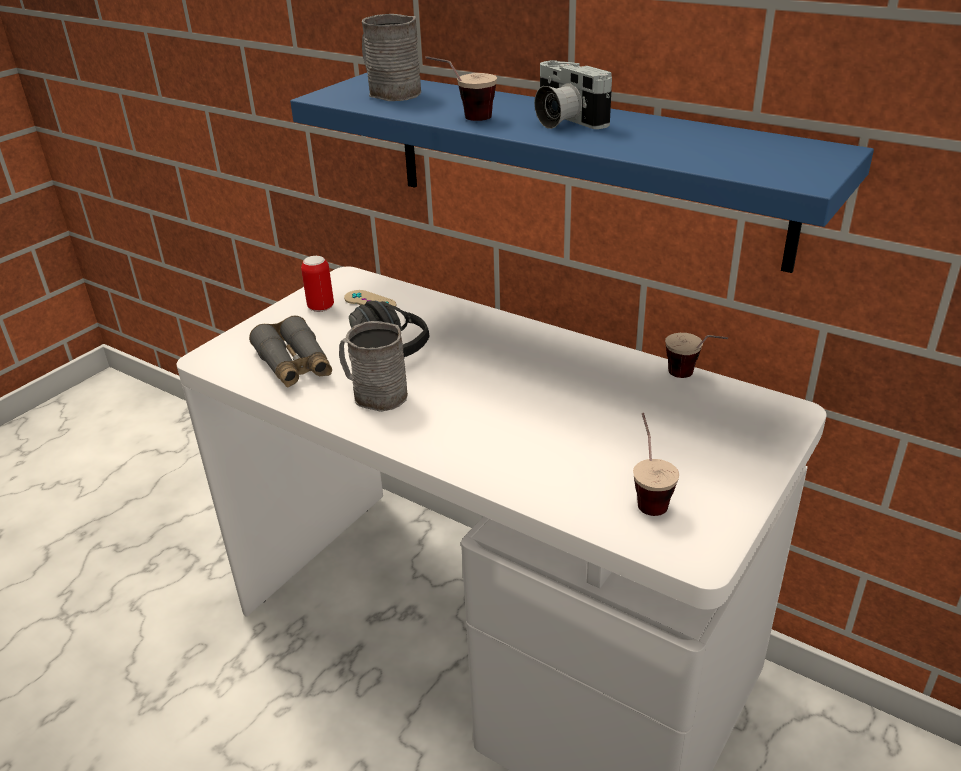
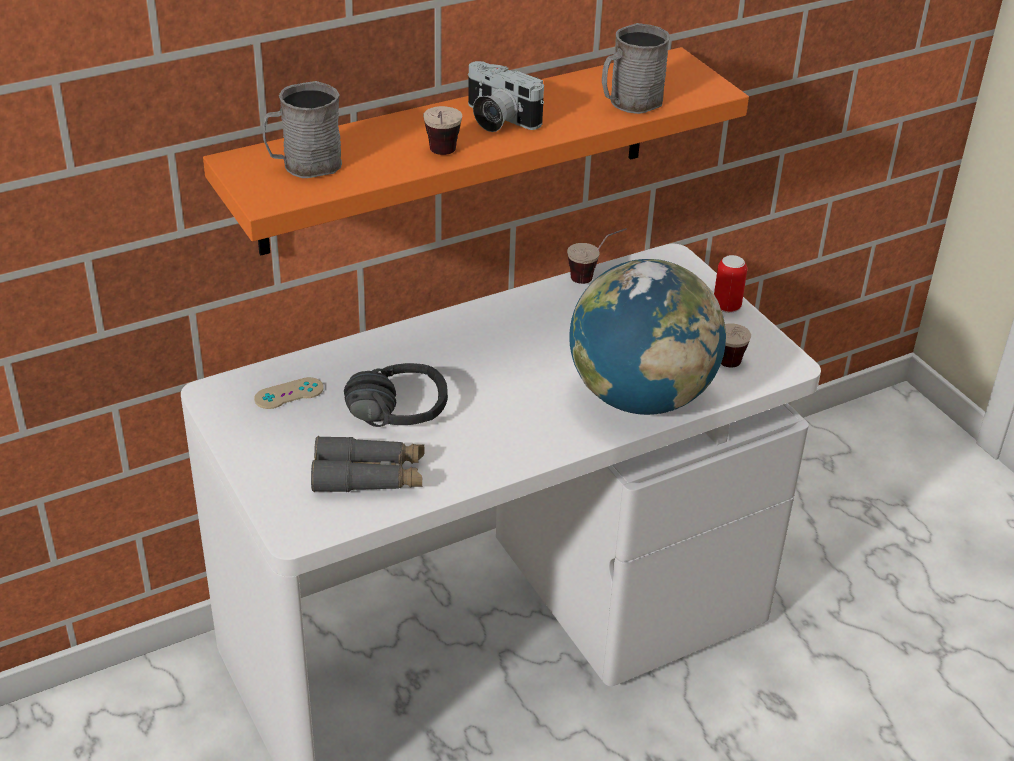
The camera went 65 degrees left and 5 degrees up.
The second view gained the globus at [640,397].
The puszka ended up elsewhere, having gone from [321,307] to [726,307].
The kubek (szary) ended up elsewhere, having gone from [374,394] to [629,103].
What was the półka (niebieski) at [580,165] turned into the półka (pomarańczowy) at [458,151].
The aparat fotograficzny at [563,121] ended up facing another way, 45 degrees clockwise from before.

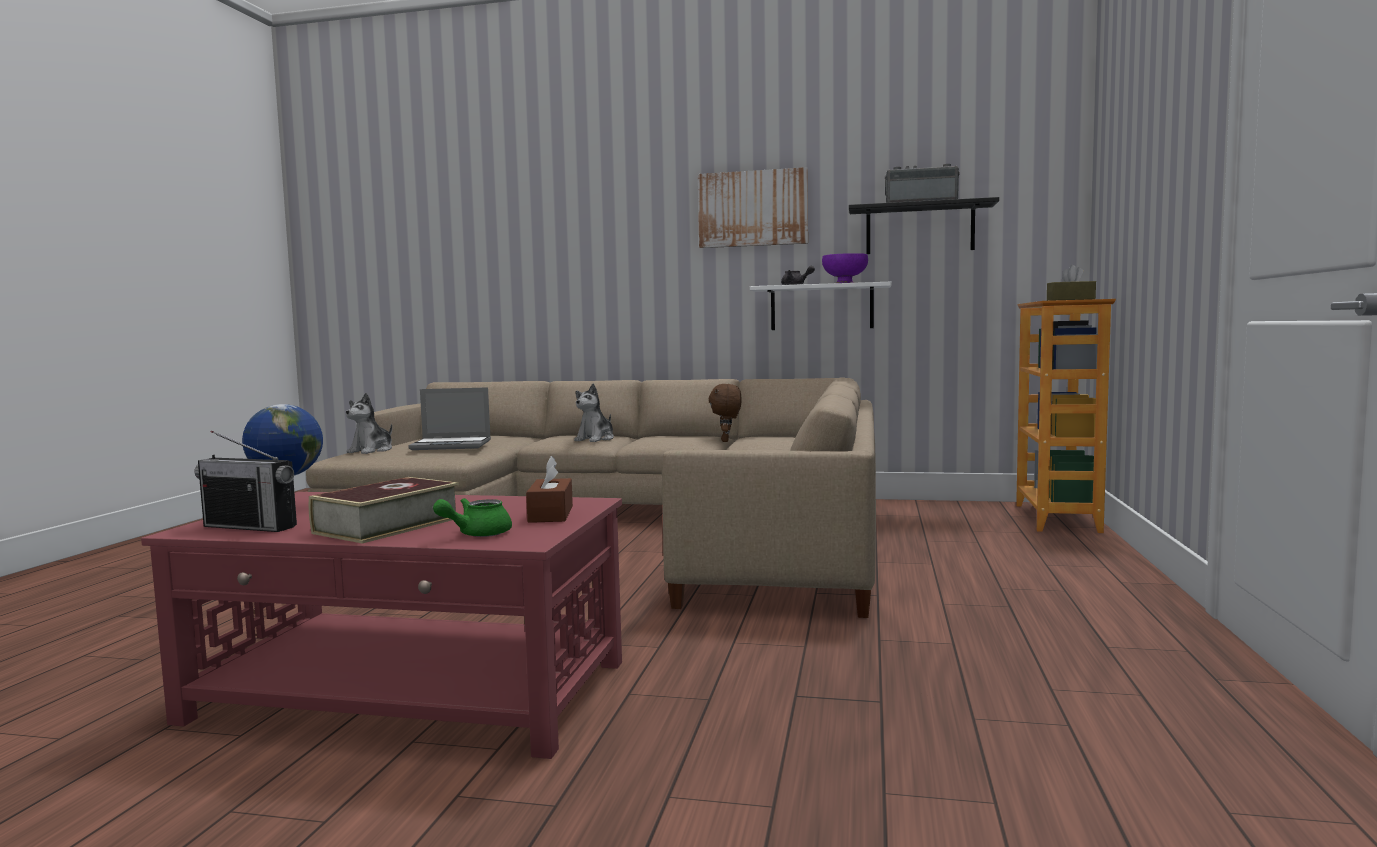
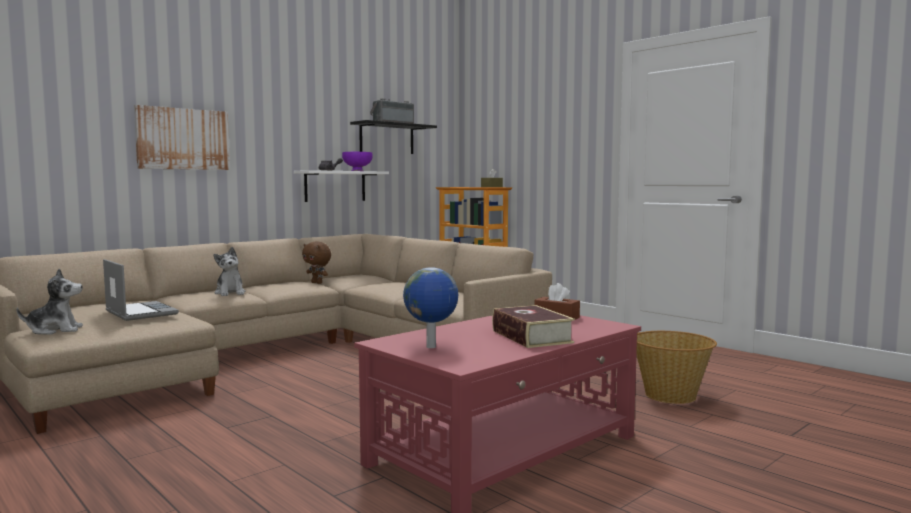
The camera went 55 degrees left and 0 degrees up.
The second view lost the radio at [250,527].
The second view lost the imbryk (zielony) at [477,534].
The second view gained the koszyk at [671,395].
The obraz ended up elsewhere, having gone from [753,208] to [183,139].
The pluszak at [371,451] ended up facing another way, 75 degrees counterclockwise from before.
The laptop at [452,445] ended up facing another way, 75 degrees counterclockwise from before.

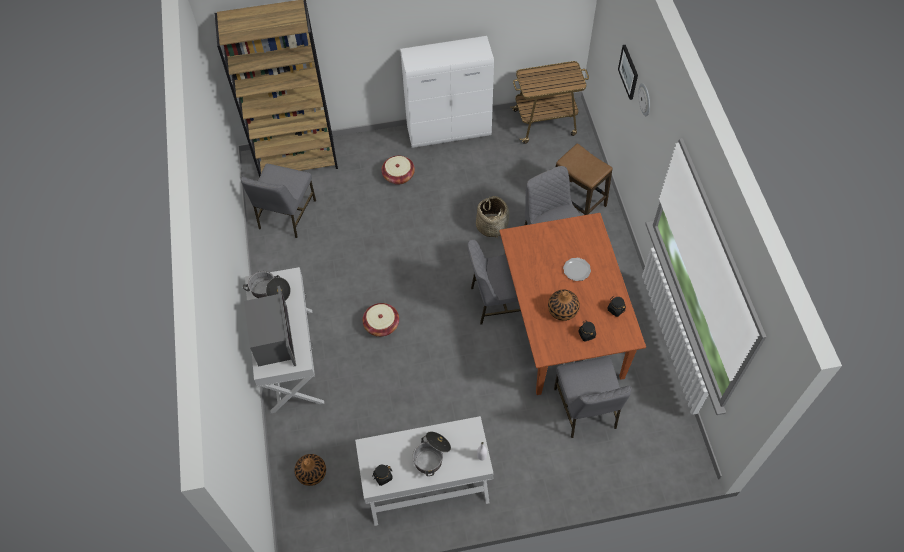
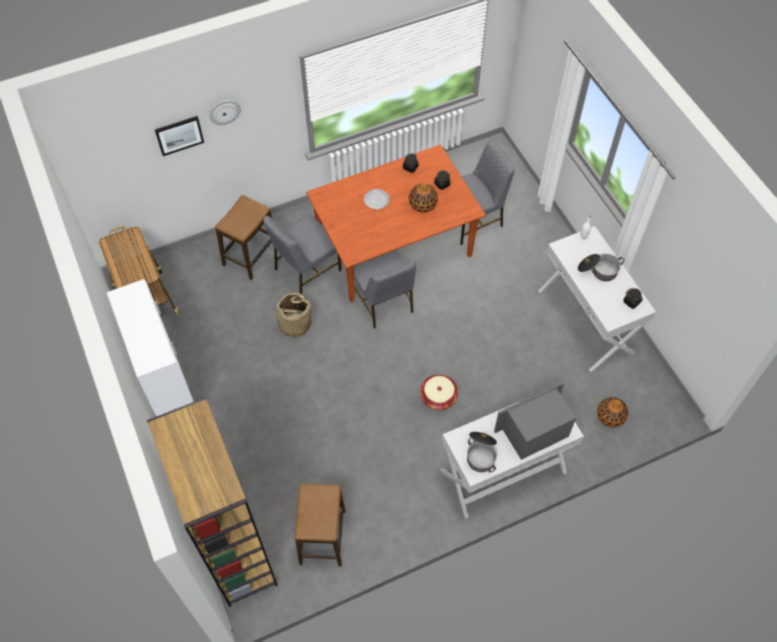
The camera went 105 degrees left and 0 degrees up.
The second view lost the koszyk at [398,175].
Where the krzesło (szary) stood at [286,215], the stołek came to stand at [322,537].

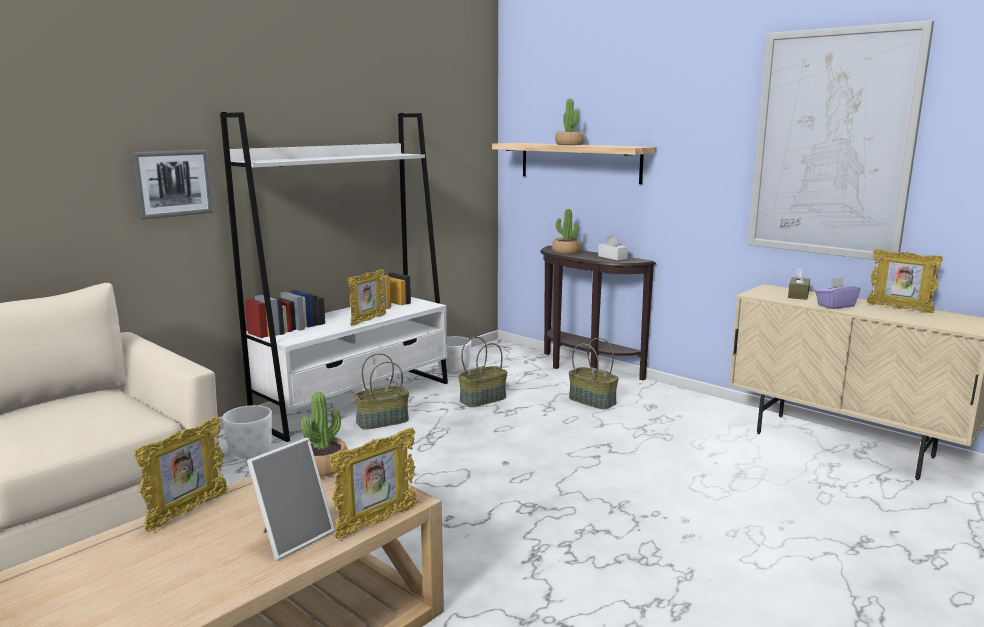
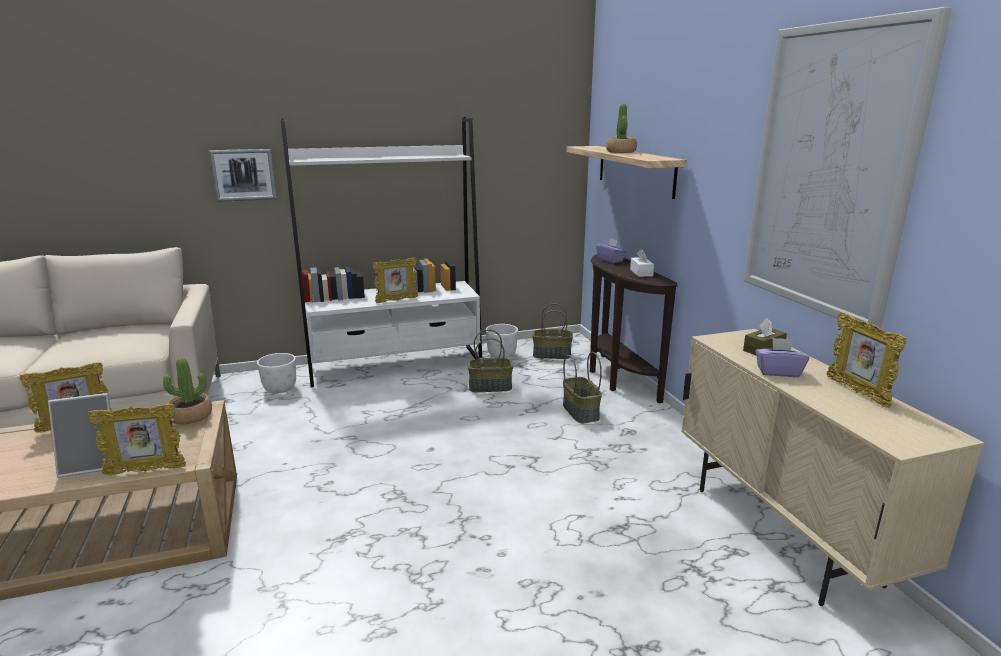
The camera went 30 degrees right and 5 degrees up.
The koszyk ended up elsewhere, having gone from [382,421] to [551,355].
Where the roślina doniczkowa stood at [566,251], the pudełko chusteczek (fioletowy) came to stand at [610,260].

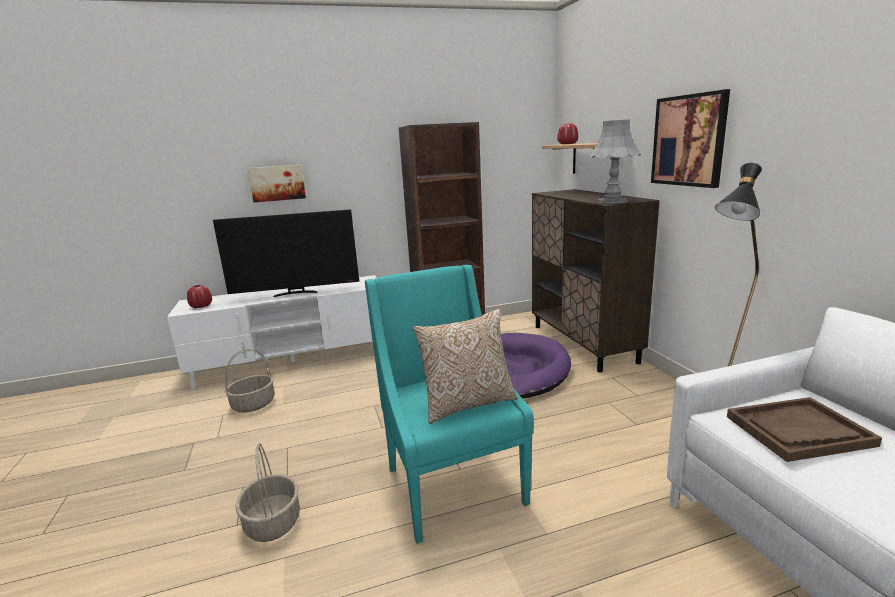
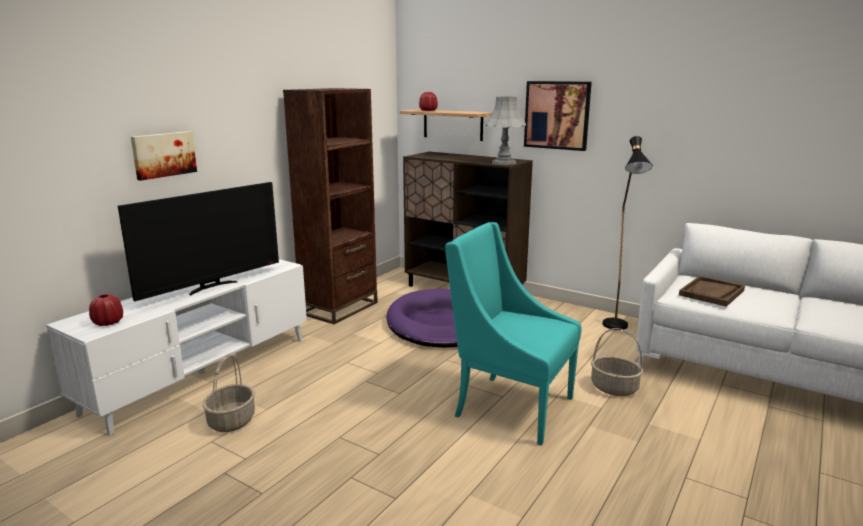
The camera went 40 degrees left and 0 degrees up.
The second view lost the poduszka at [467,403].
The koszyk ended up elsewhere, having gone from [273,523] to [615,388].

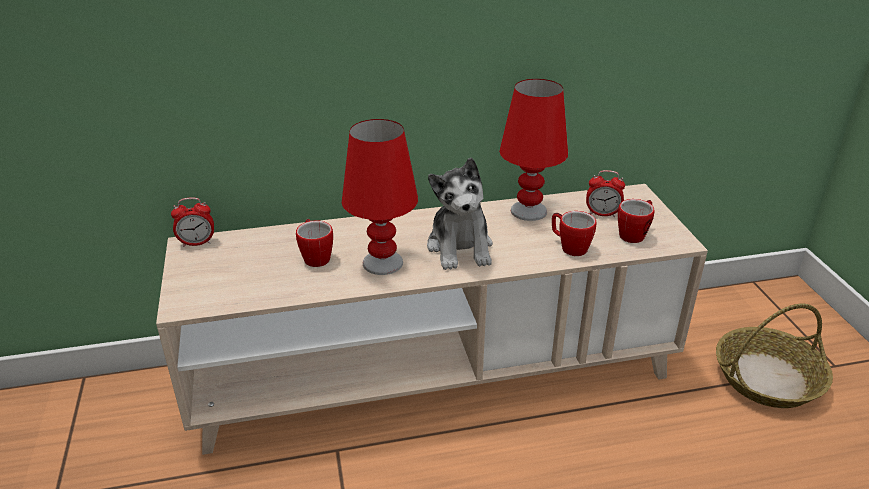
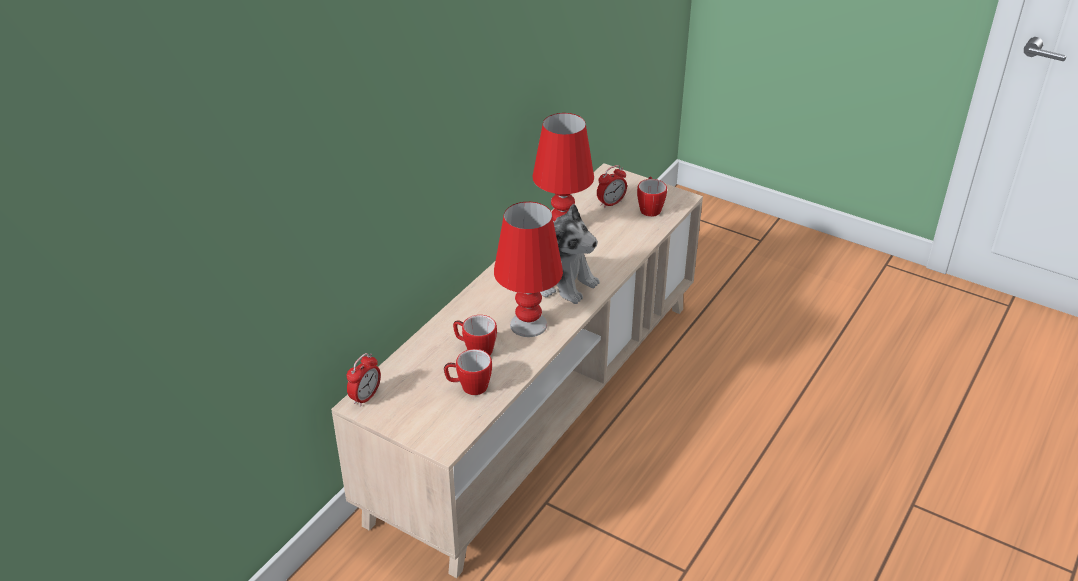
The camera went 45 degrees left and 5 degrees up.
The second view lost the koszyk at [767,379].
The kubek ended up elsewhere, having gone from [569,247] to [469,387].

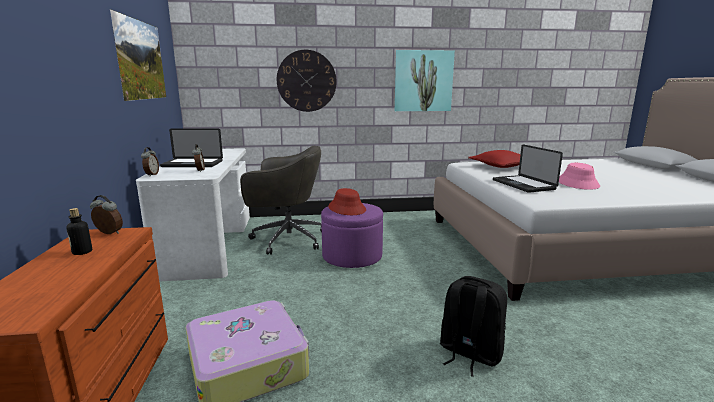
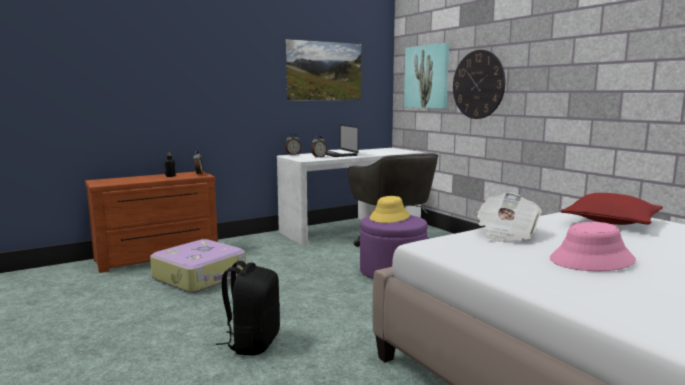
The camera went 65 degrees right and 5 degrees down.
The obraz ended up elsewhere, having gone from [423,81] to [426,76].
Where the laptop stood at [523,185], the gazeta came to stand at [506,234].
What was the kapelusz (czerwony) at [347,208] turned into the kapelusz (żółty) at [390,217].

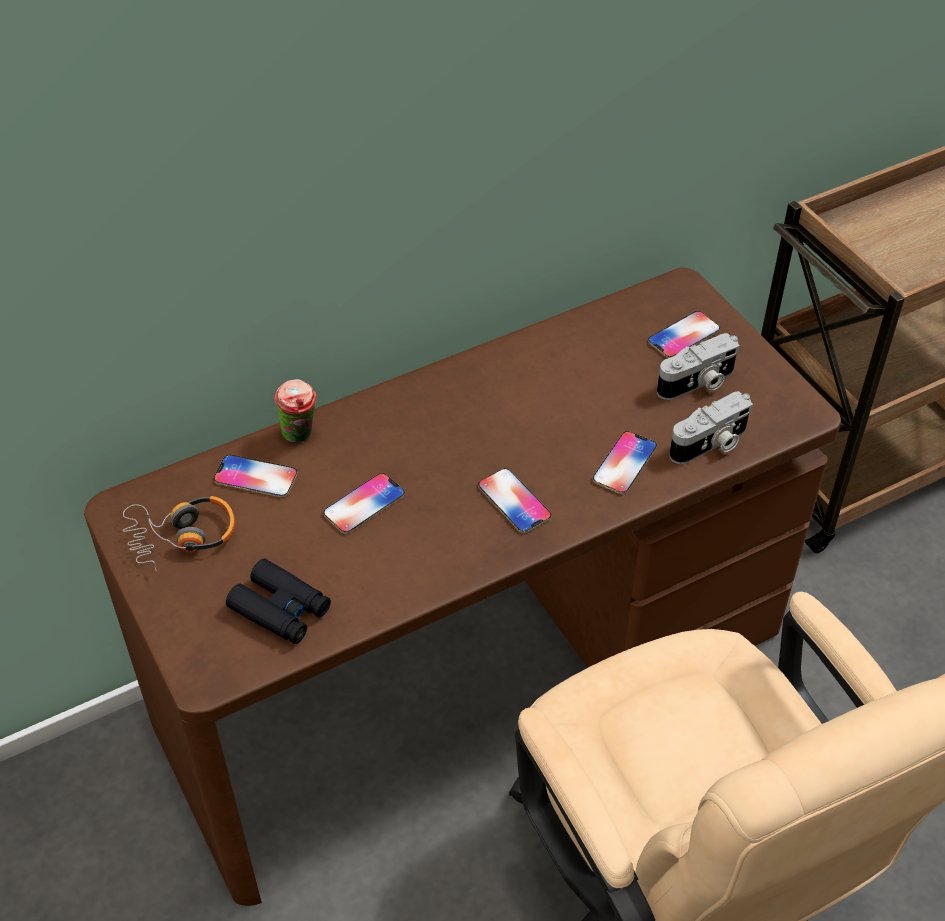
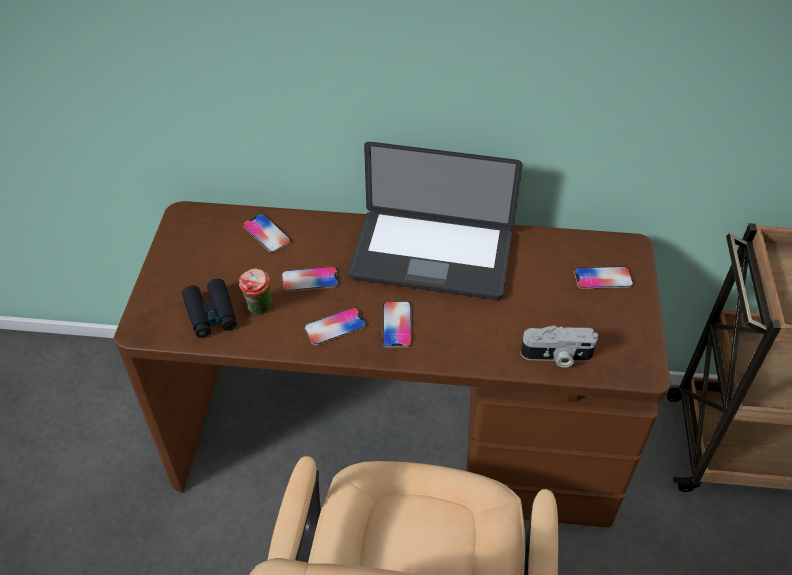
The camera went 35 degrees right and 0 degrees up.
The second view lost the słuchawki at [182,537].
The second view lost the aparat fotograficzny at [698,383].
The second view gained the laptop at [431,256].
The filiżanka ended up elsewhere, having gone from [300,436] to [259,310].
The telefon ended up elsewhere, having gone from [624,463] to [335,327].

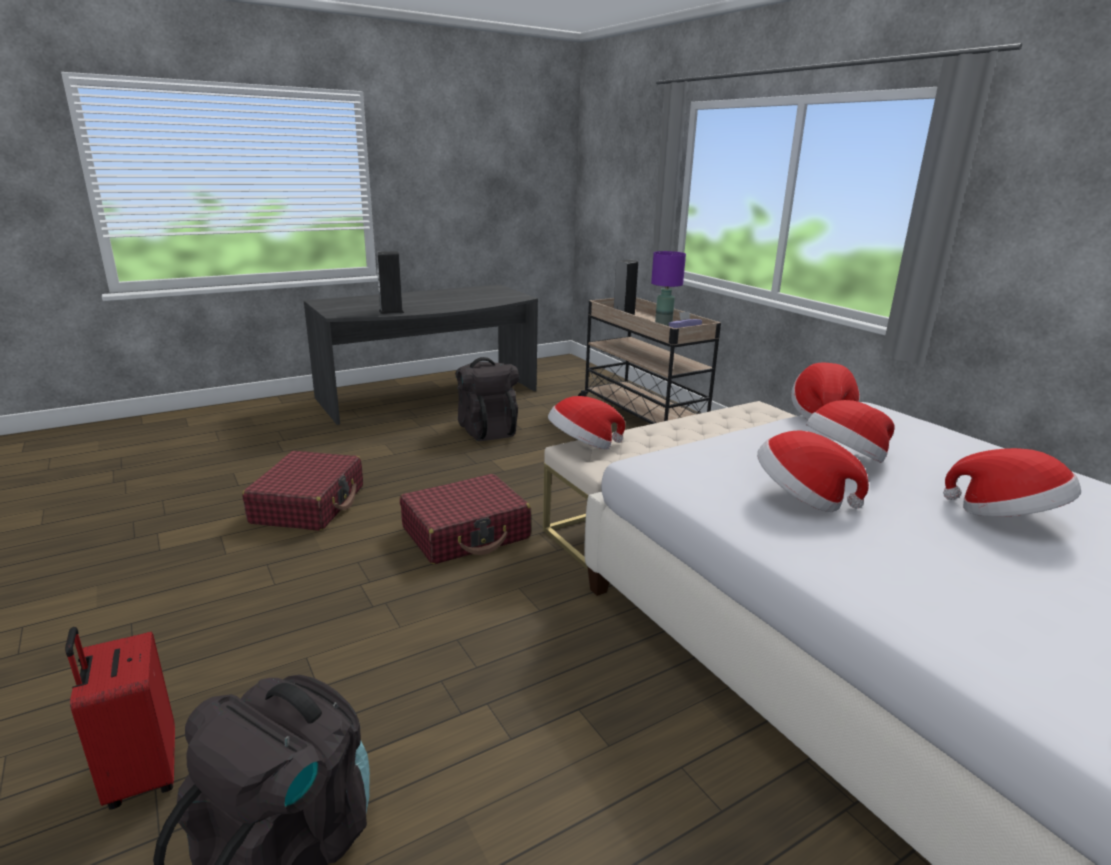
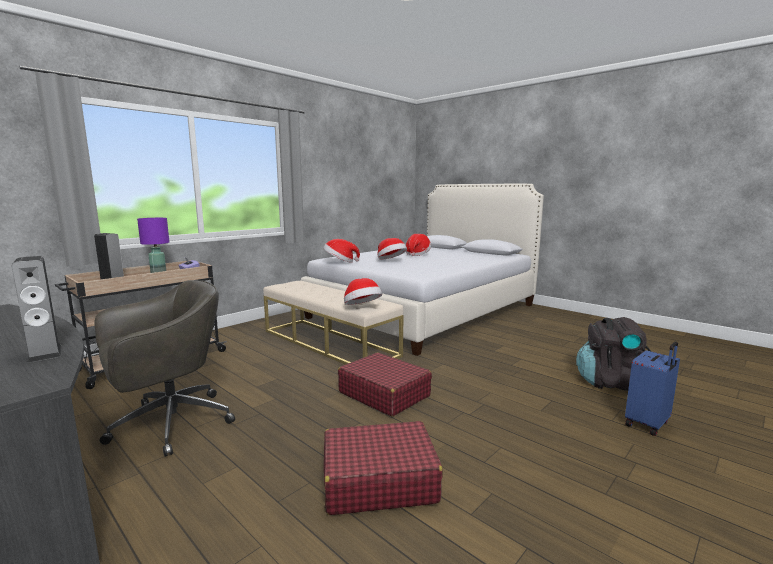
The camera went 105 degrees left and 10 degrees down.
The second view lost the kapelusz at [801,499].
Where the plecak (czarny) stood at [487,430], the krzesło biurowe (szary) came to stand at [168,424].
What was the walizka (czerwony) at [140,774] turned into the walizka (niebieski) at [648,424].

